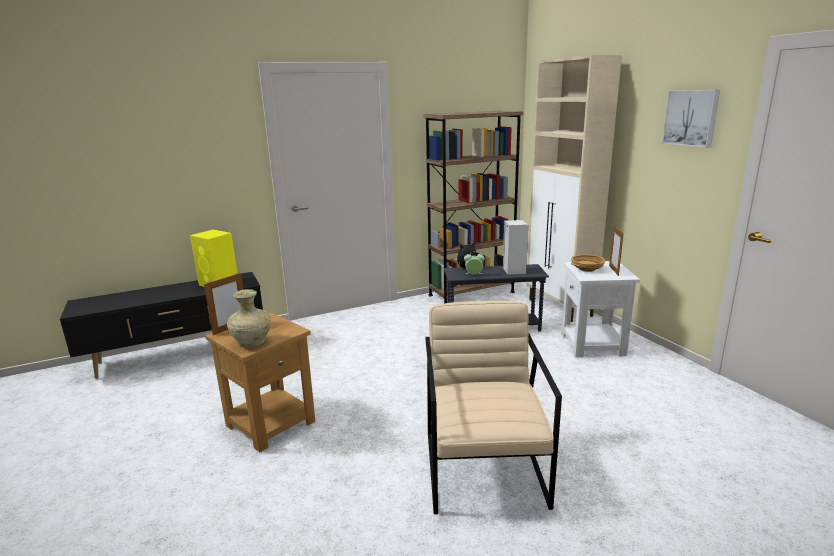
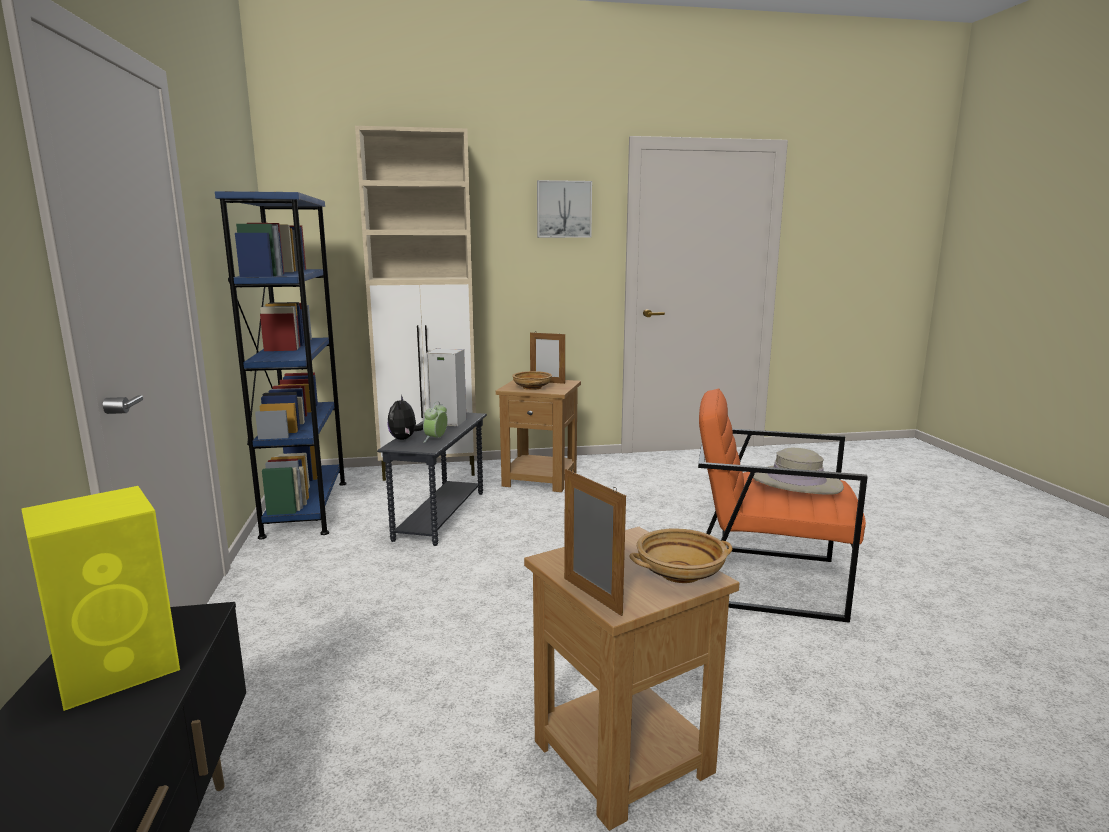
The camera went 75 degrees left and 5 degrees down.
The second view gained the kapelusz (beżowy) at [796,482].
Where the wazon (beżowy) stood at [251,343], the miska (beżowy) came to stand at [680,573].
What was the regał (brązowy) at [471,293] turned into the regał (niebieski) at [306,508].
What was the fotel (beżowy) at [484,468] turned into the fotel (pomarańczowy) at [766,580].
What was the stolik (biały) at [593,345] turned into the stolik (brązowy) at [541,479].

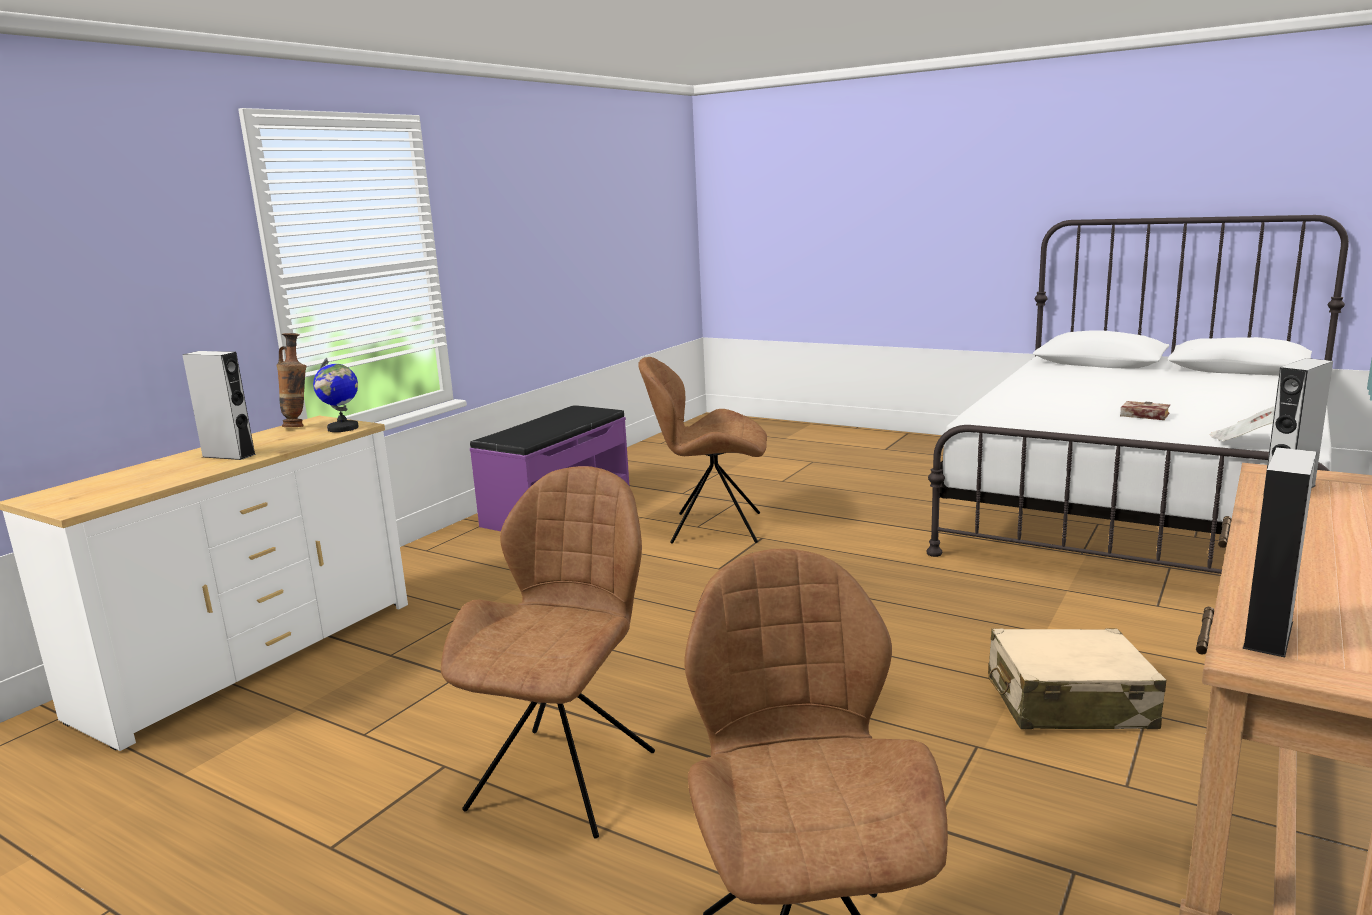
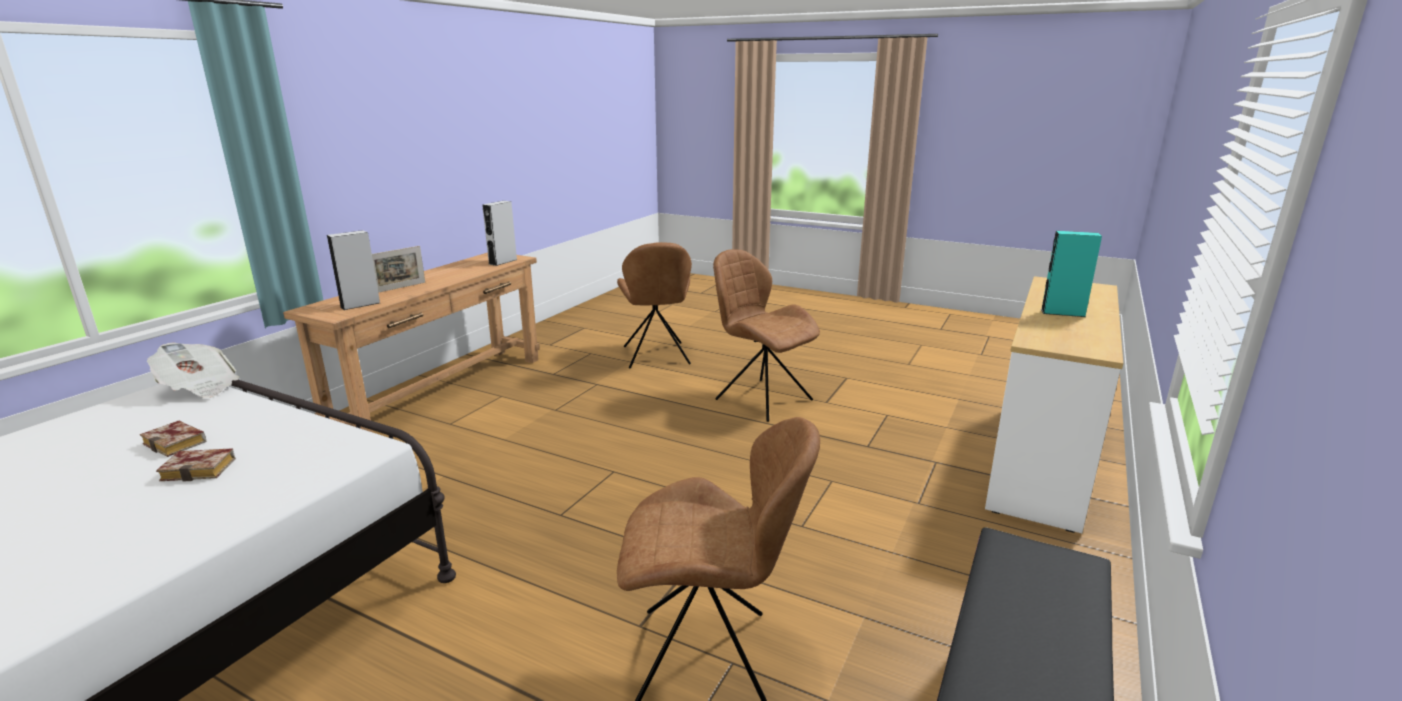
The camera went 175 degrees right and 5 degrees up.
The second view lost the wazon at [299,426].
The second view lost the globus at [343,428].
The second view lost the walizka (beżowy) at [1068,702].
The second view gained the książka at [202,469].
The second view gained the ramka na zdjęcie at [400,287].
What was the głośnik (szary) at [229,455] turned into the głośnik (turkusowy) at [1063,313].
The krzesło (brązowy) at [566,776] ended up facing another way, 120 degrees clockwise from before.

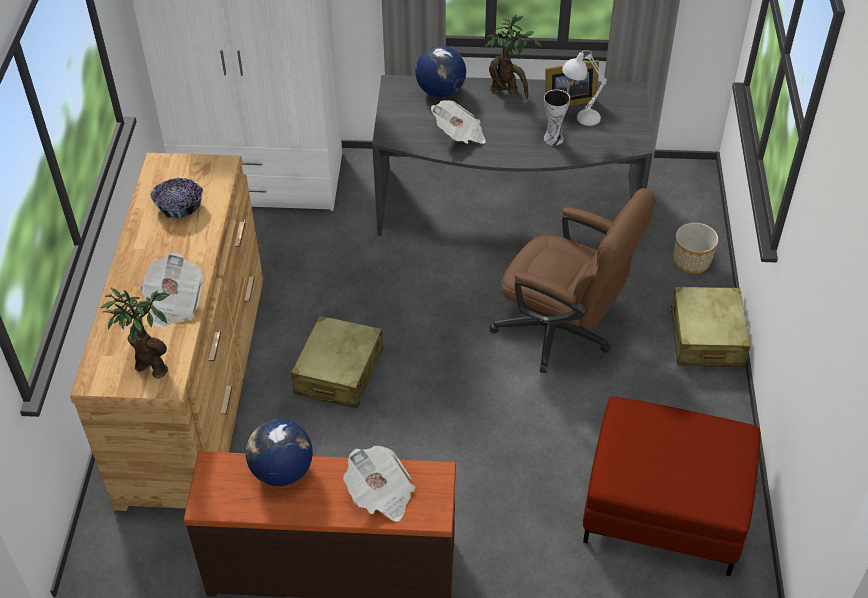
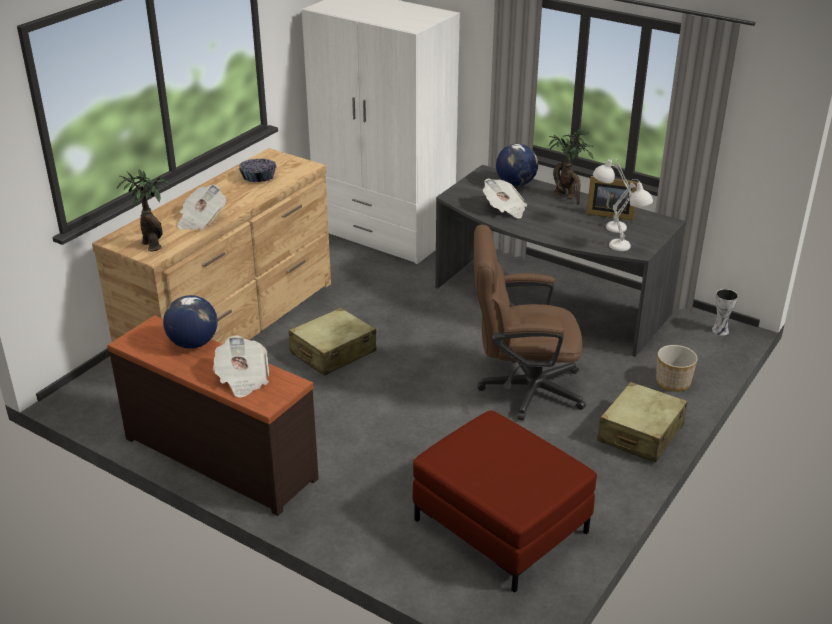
The camera went 30 degrees right and 15 degrees down.
The second view gained the lampa stołowa (biały) at [626,249].
The wazon ended up elsewhere, having gone from [554,138] to [721,330].
The krzesło biurowe (brązowy) at [563,333] ended up facing another way, 120 degrees clockwise from before.

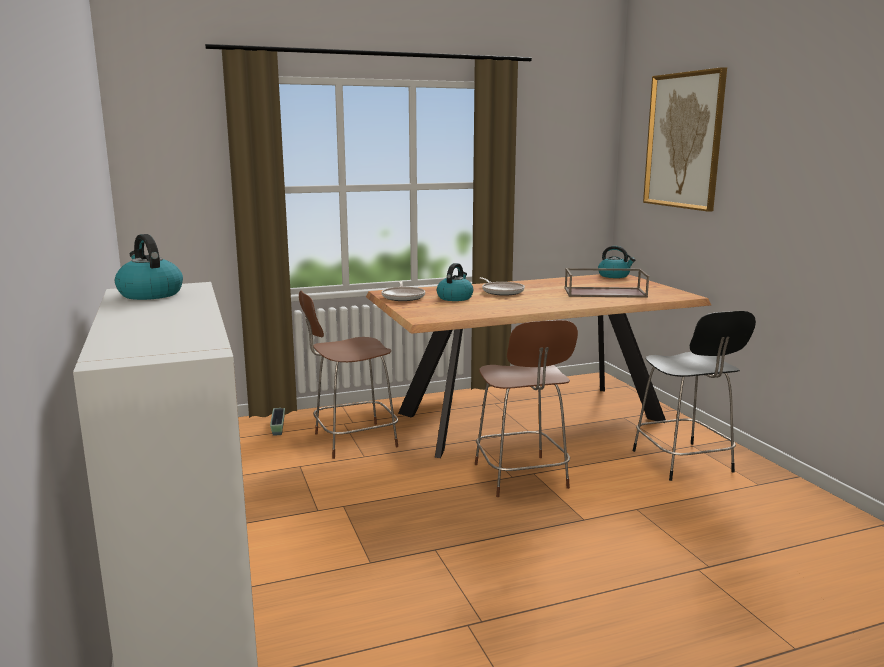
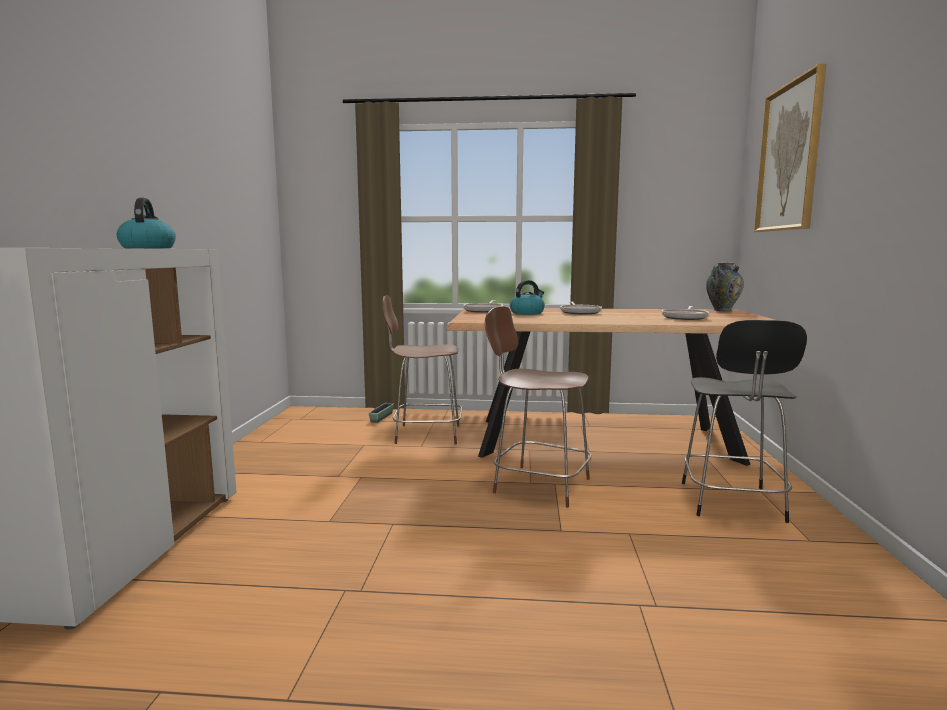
The camera went 25 degrees right and 5 degrees down.
Where the taca (brązowy) stood at [605,292], the patelnia came to stand at [685,317].
Where the czajnik stood at [614,276], the wazon came to stand at [722,310].
The krzesło (brązowy) at [521,477] ended up facing another way, 105 degrees clockwise from before.

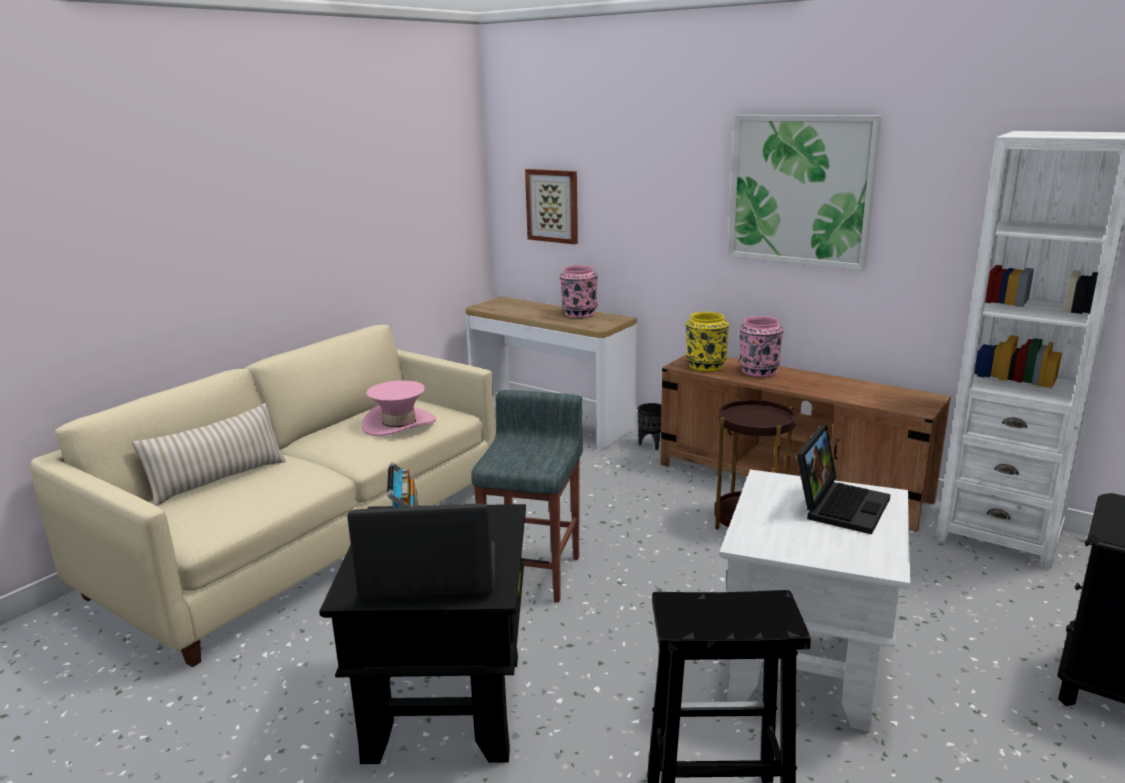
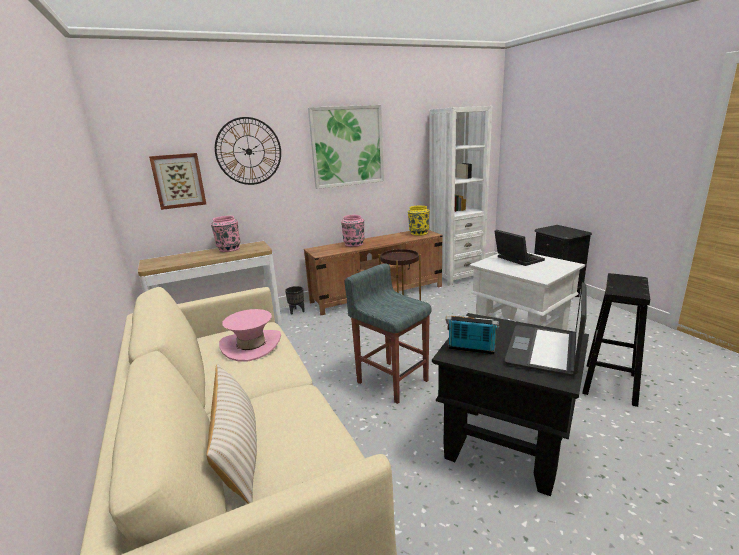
The camera went 60 degrees left and 0 degrees up.
The second view gained the zegar ścienny at [249,151].
The wazon (żółty) ended up elsewhere, having gone from [705,366] to [418,233].

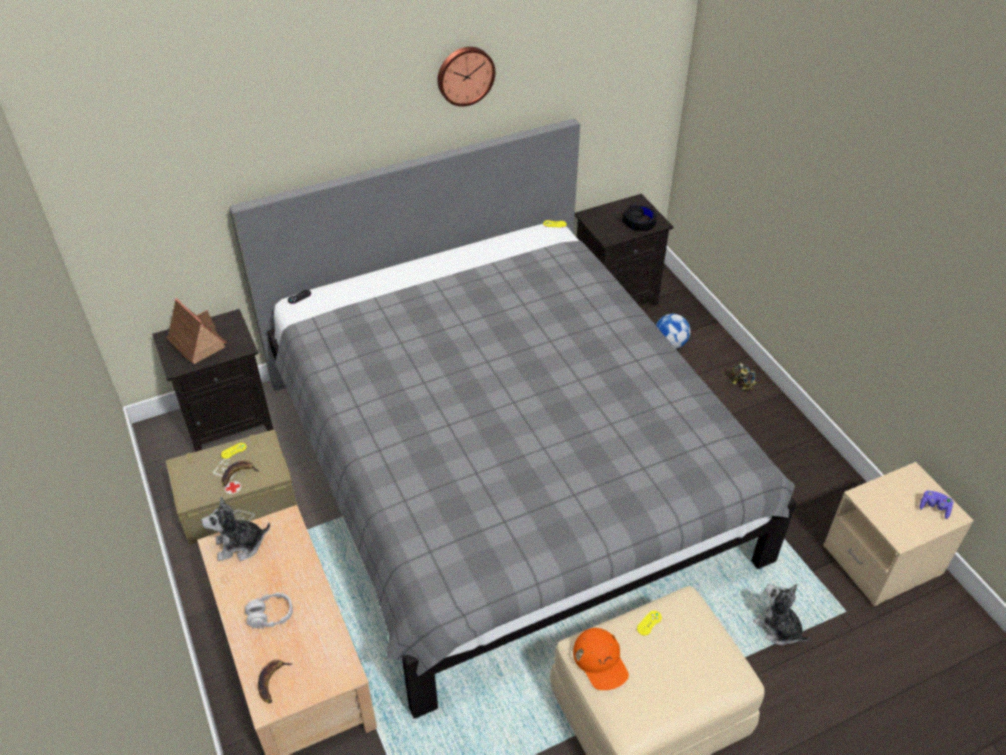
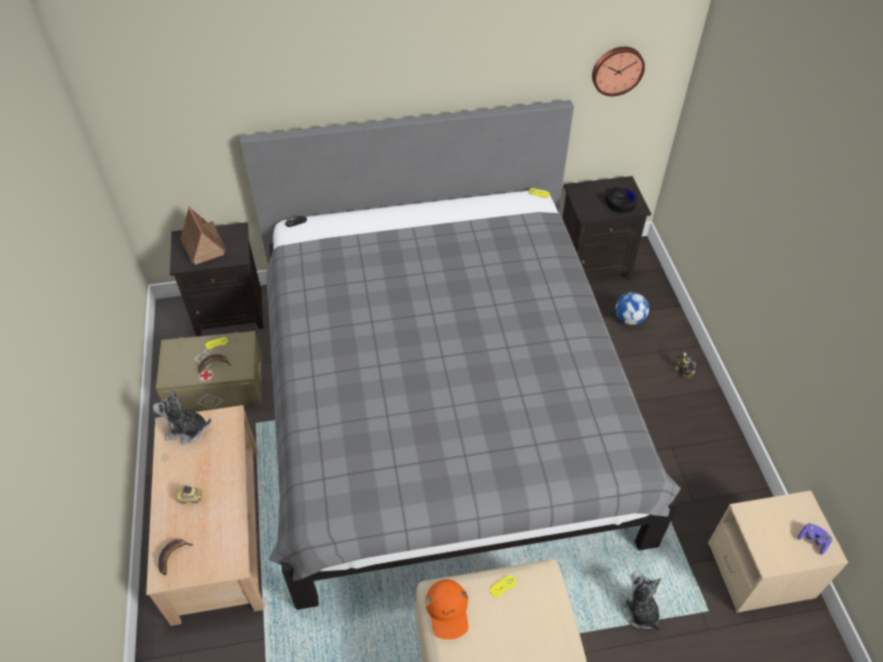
The camera went 15 degrees right and 5 degrees up.
The zegar ścienny ended up elsewhere, having gone from [465,75] to [617,70].
Where the słuchawki (szary) stood at [270,615], the samochodzik came to stand at [190,498].

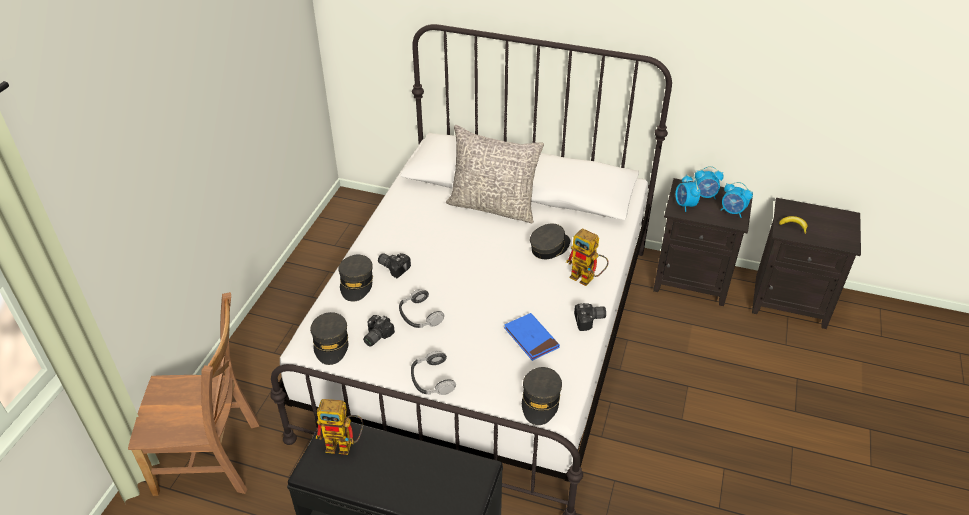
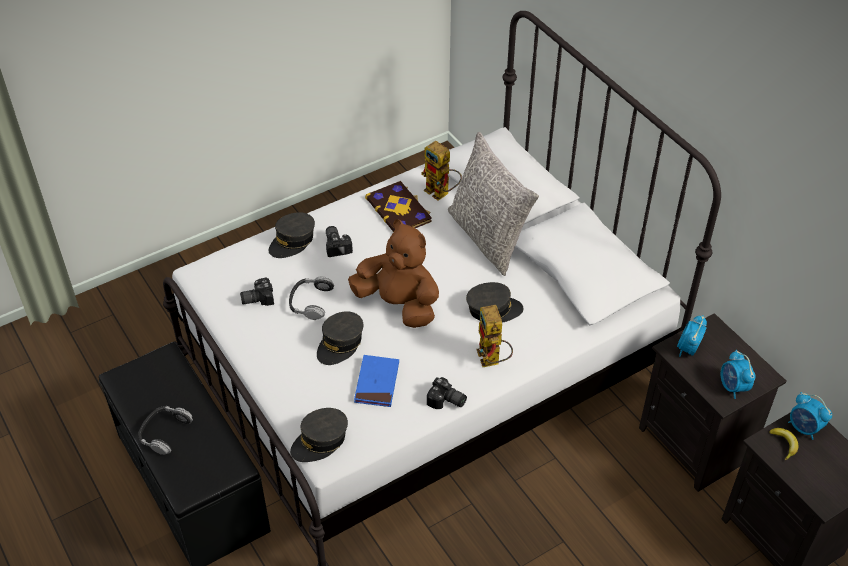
The camera went 40 degrees right and 5 degrees up.
The second view lost the krzesło (brązowy) at [213,458].
The second view gained the pluszak (brązowy) at [398,304].
The second view gained the książka at [399,209].
The czapka z daszkiem (szary) ended up elsewhere, having gone from [331,343] to [340,344].
The robot zabawkowy ended up elsewhere, having gone from [345,444] to [441,193].
The słuchawki ended up elsewhere, having gone from [432,379] to [164,433].
The budzik ended up elsewhere, having gone from [705,195] to [804,428].

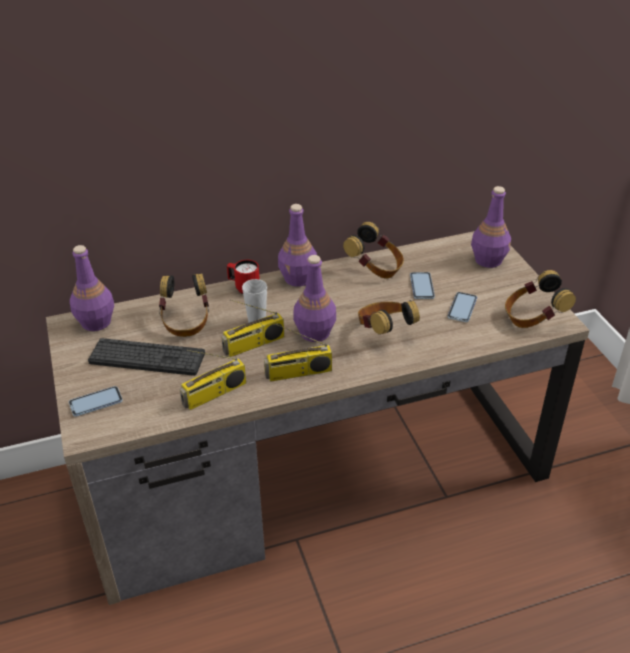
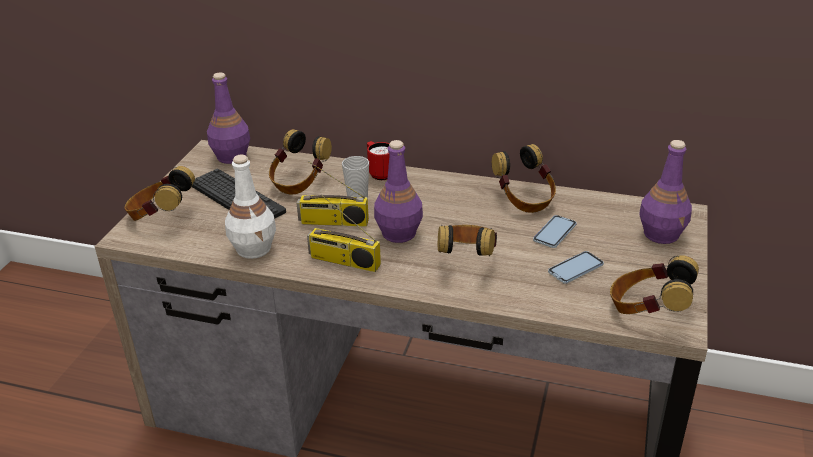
The camera went 35 degrees right and 5 degrees down.
The second view lost the butelka (fioletowy) at [298,278].
Where the telefon stood at [96,402], the słuchawki came to stand at [161,216].
Where the radio stood at [214,394], the butelka (biały) came to stand at [254,248].

